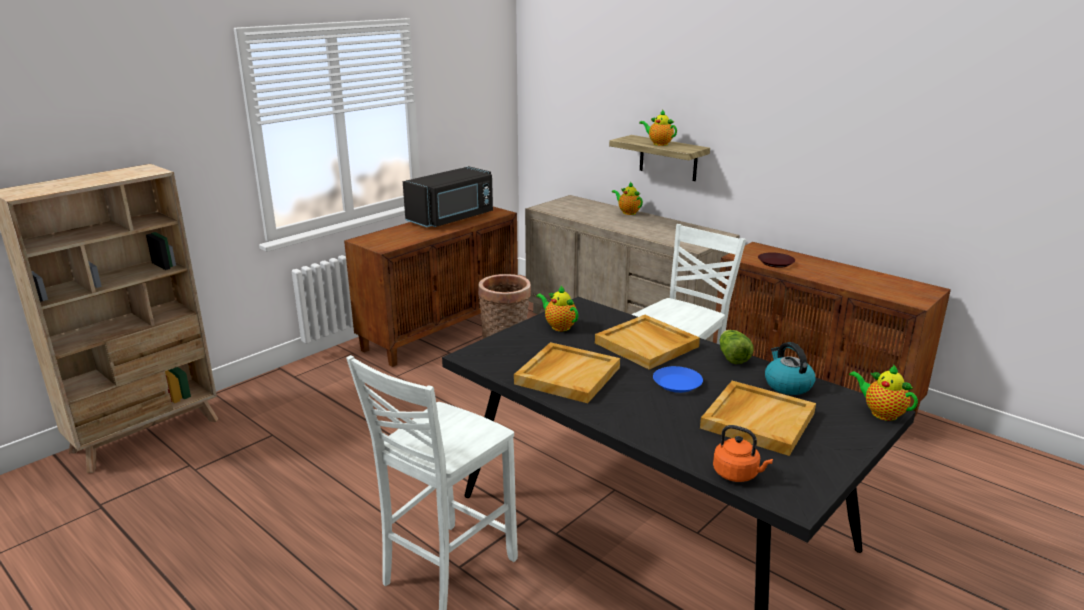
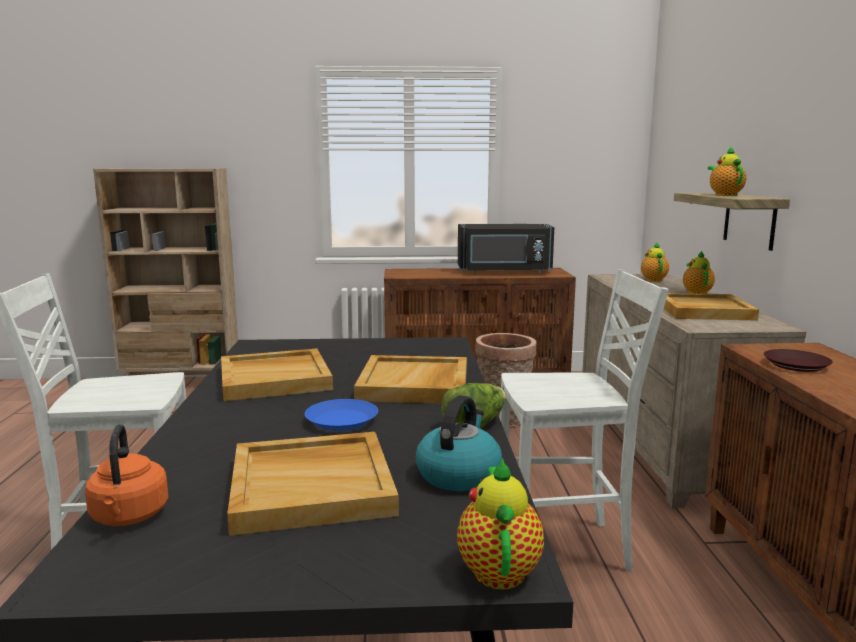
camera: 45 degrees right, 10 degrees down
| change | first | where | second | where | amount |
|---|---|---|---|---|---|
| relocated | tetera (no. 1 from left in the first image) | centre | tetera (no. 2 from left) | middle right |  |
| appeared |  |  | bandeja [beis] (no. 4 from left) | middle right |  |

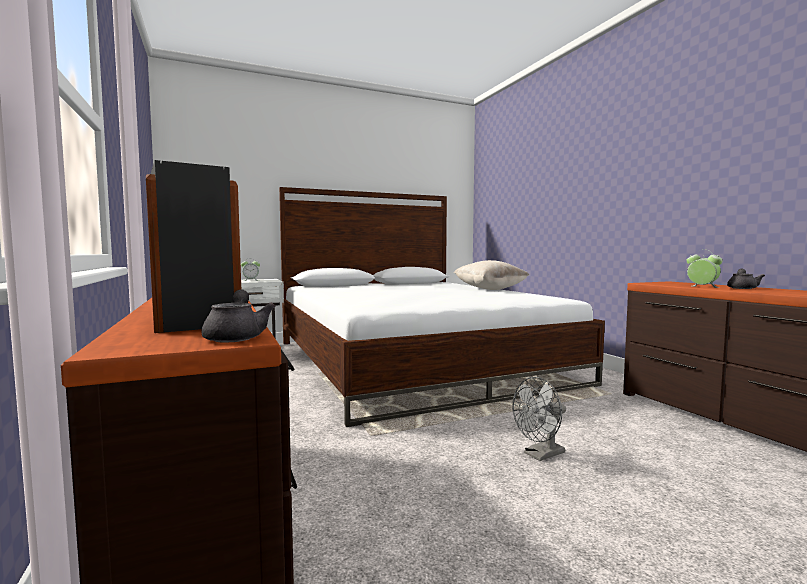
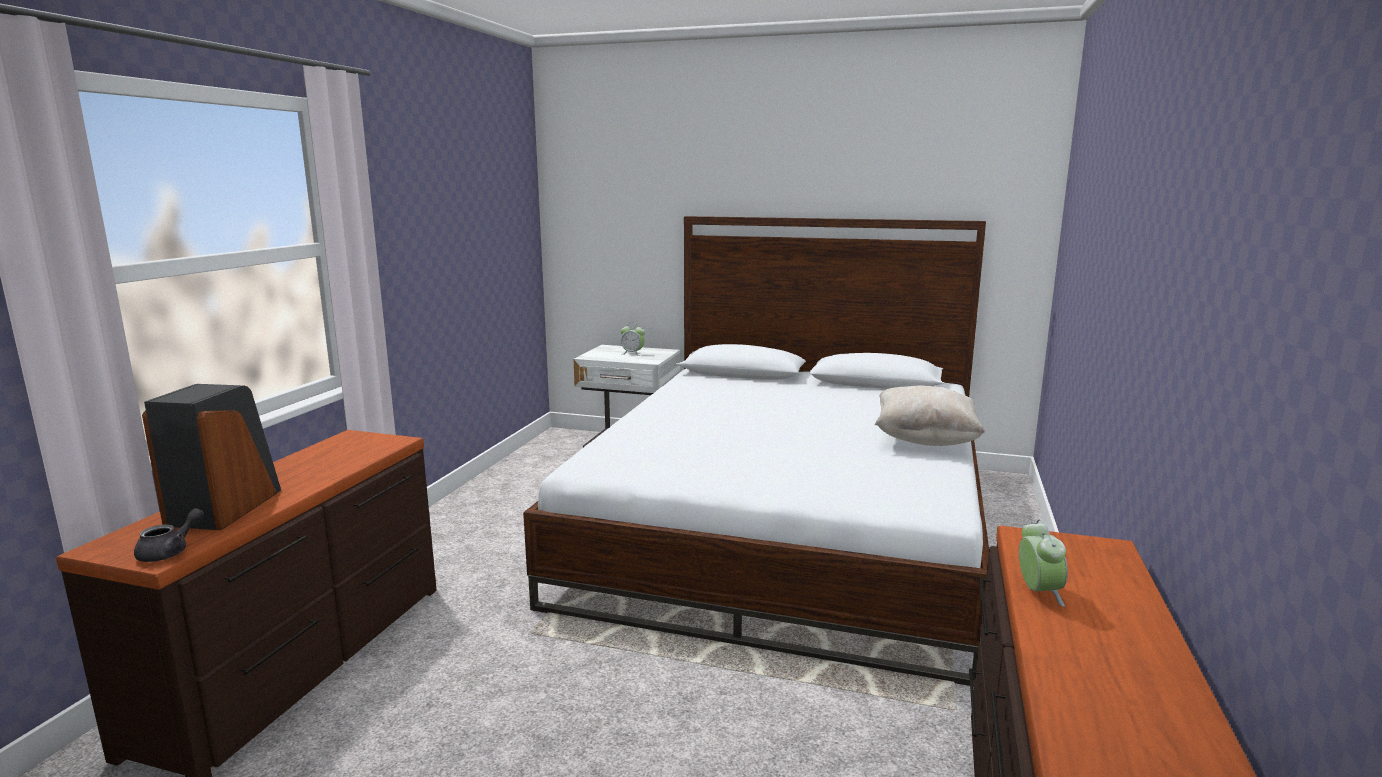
camera: 40 degrees right, 10 degrees up
| change | first | where | second | where | amount |
|---|---|---|---|---|---|
| missing | ventilador [gris] | bottom right |  |  |  |
| missing | tetera [gris] (no. 2 from left) | middle right |  |  |  |

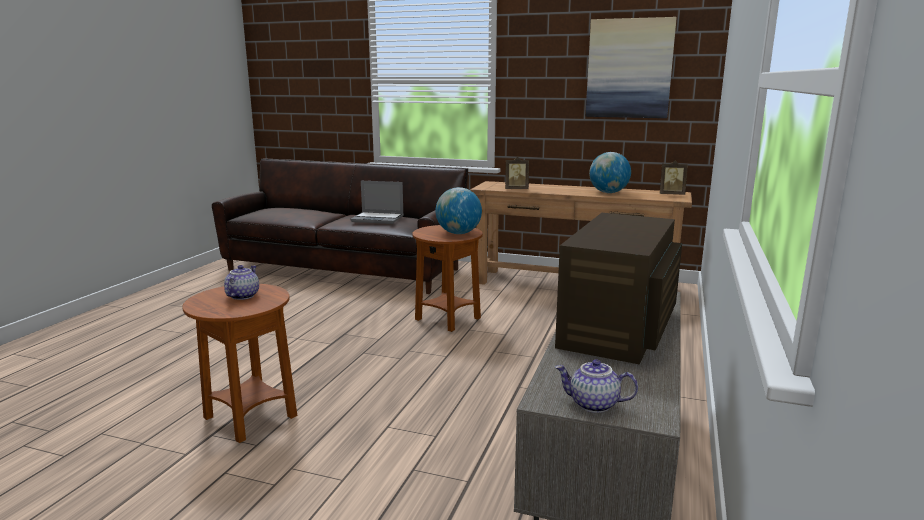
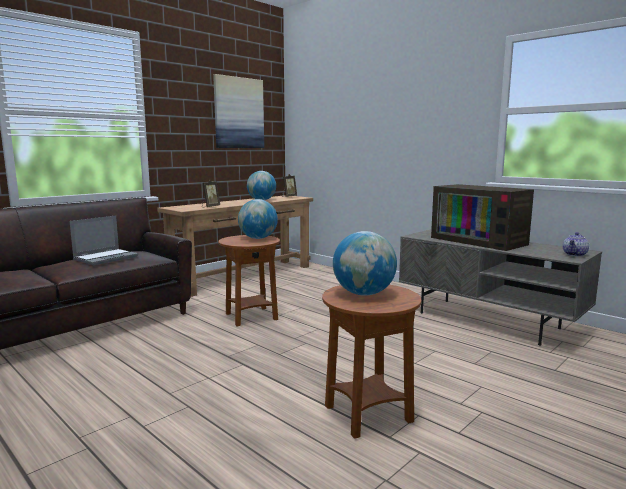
camera: 65 degrees left, 5 degrees down
| change | first | where | second | where | amount |
|---|---|---|---|---|---|
| exchanged | tetera (no. 1 from left) | middle left | globo terráqueo (no. 3 from left) | centre |  |

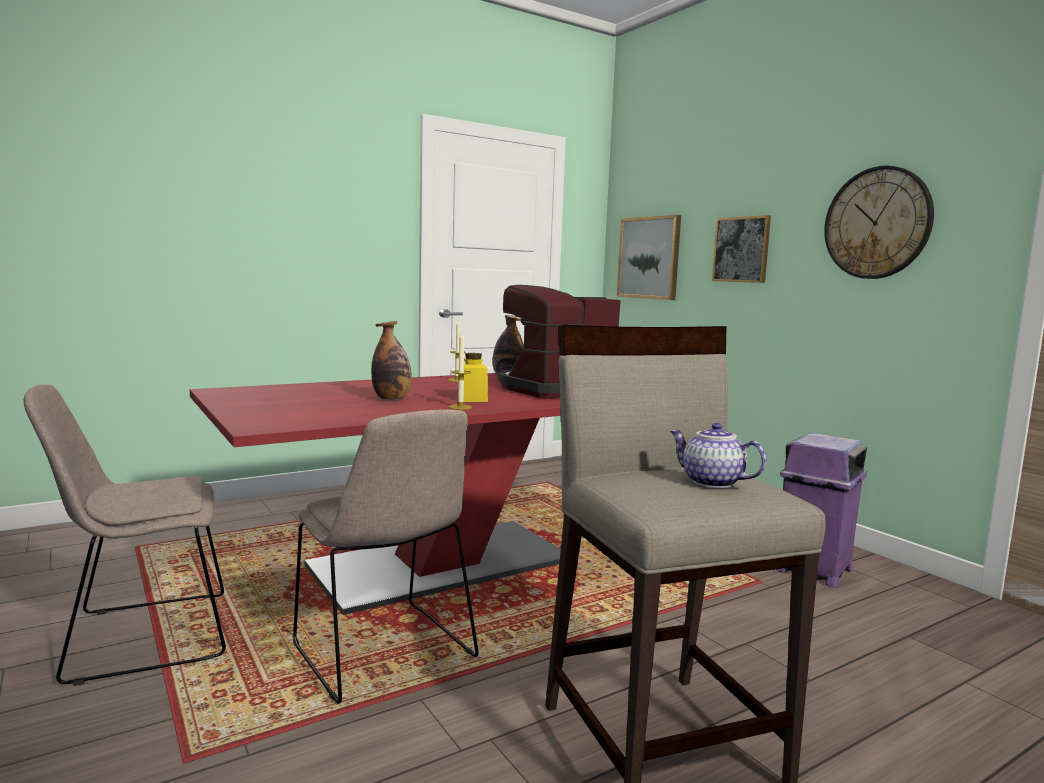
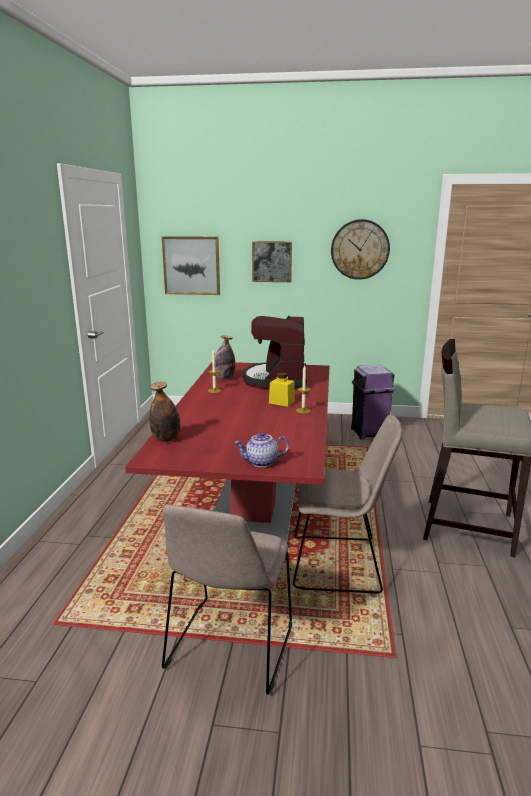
camera: 50 degrees left, 10 degrees up
| change | first | where | second | where | amount |
|---|---|---|---|---|---|
| relocated | botella (no. 1 from left) | centre |  | middle left |  |
| relocated | tetera | middle right |  | centre |  |

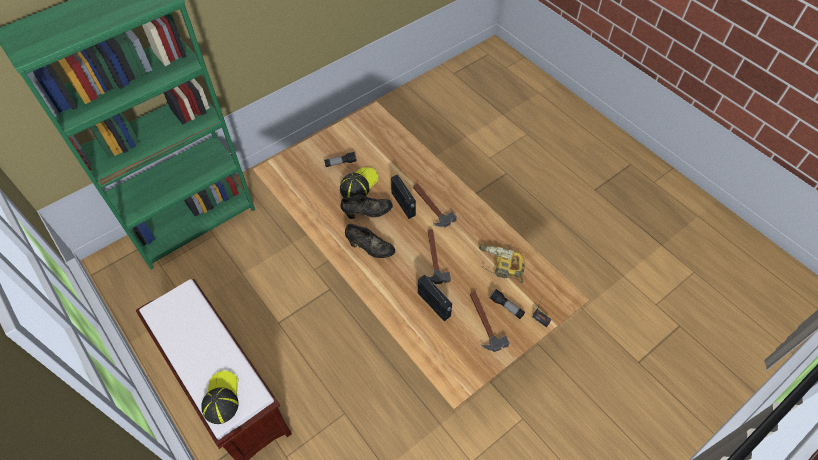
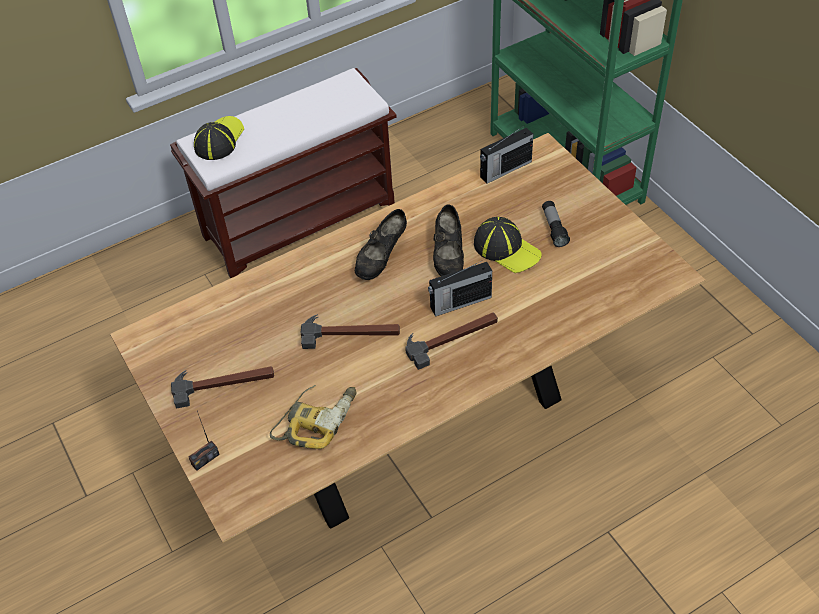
camera: 100 degrees right, 5 degrees down
| change | first | where | second | where | amount |
|---|---|---|---|---|---|
| spun | gorra (no. 1 from left) | bottom left |  | top left | 75 degrees counterclockwise |
| relocated | radio (no. 2 from left in the first image) | centre | radio (no. 3 from left) | top centre |  |
| missing | linterna (no. 2 from left) | centre |  |  |  |

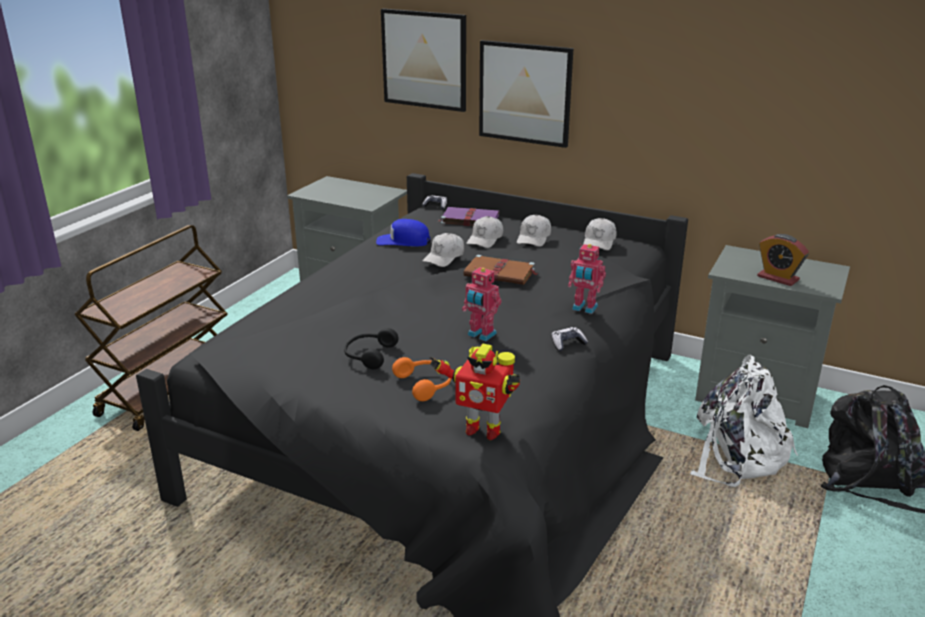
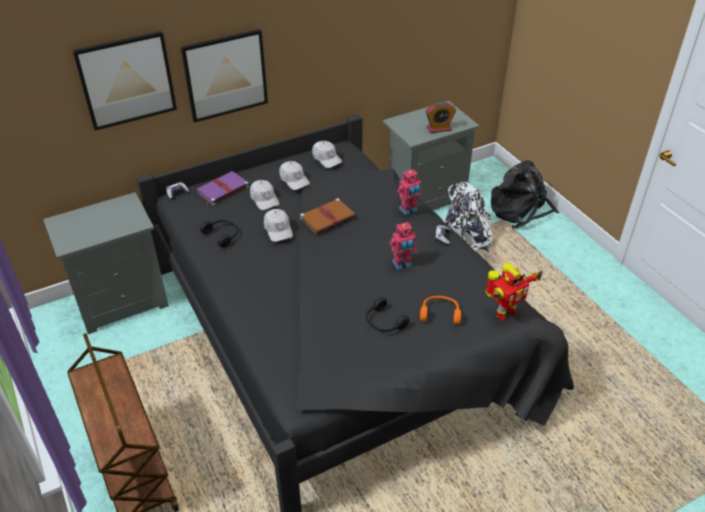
camera: 55 degrees left, 15 degrees up
| change | first | where | second | where | amount |
|---|---|---|---|---|---|
| exchanged | gorra [azul] | centre | auriculares [negro] (no. 1 from left) | middle left |  |

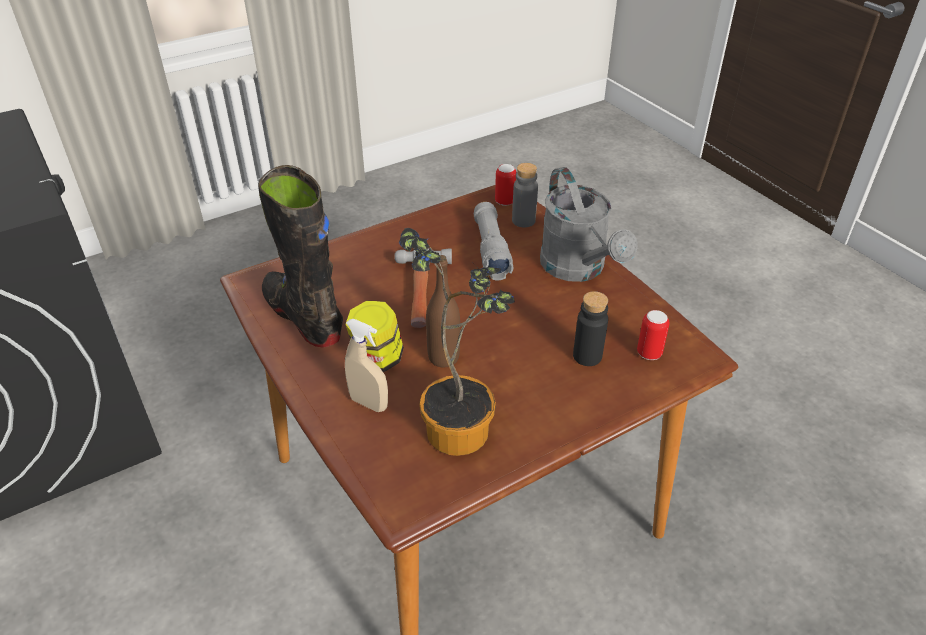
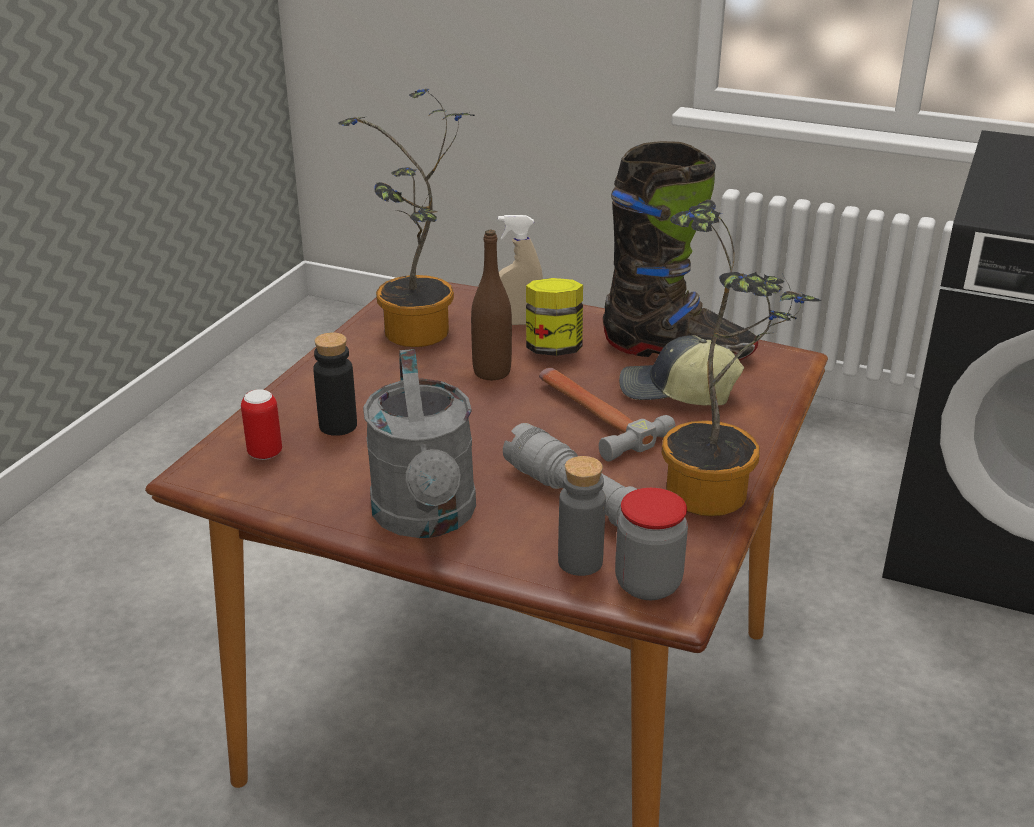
camera: 145 degrees right, 10 degrees down
| change | first | where | second | where | amount |
|---|---|---|---|---|---|
| exchanged | lata (no. 1 from left) | top centre | tarro (no. 2 from left) | centre |  |
| spun | regadera [gris] | centre |  | centre | 135 degrees counterclockwise |
| appeared |  |  | gorra | centre |  |
| appeared |  |  | planta en maceta (no. 2 from left) | middle right |  |

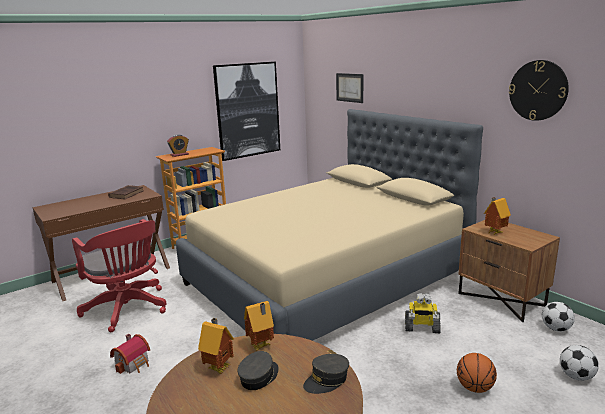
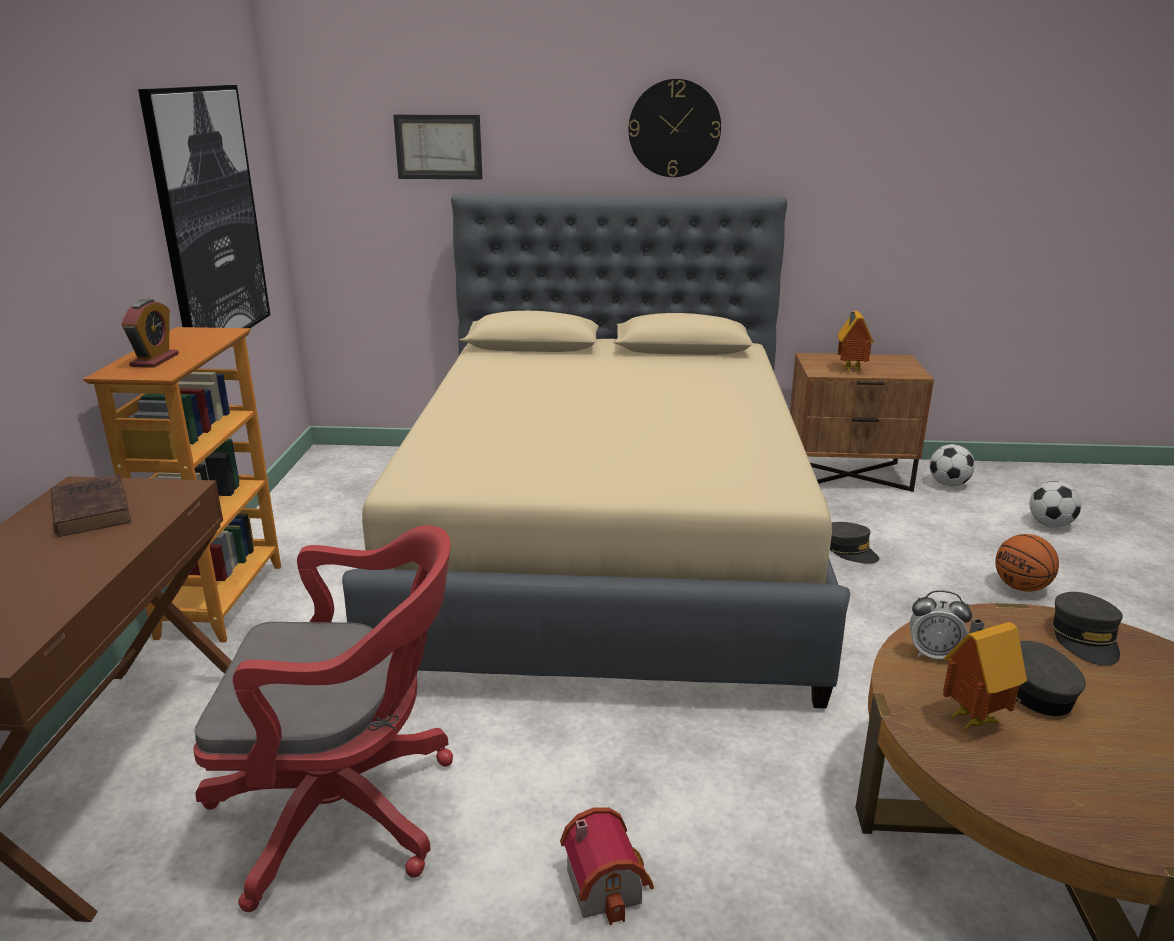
camera: 50 degrees left, 5 degrees up
| change | first | where | second | where | amount |
|---|---|---|---|---|---|
| exchanged | casita (no. 3 from left) | bottom centre | despertador (no. 2 from left) | middle right |  |
| exchanged | robot de juguete | bottom right | gorra [gris] (no. 1 from left) | middle right |  |
| relocated | reloj de pared | top right |  | top centre |  |

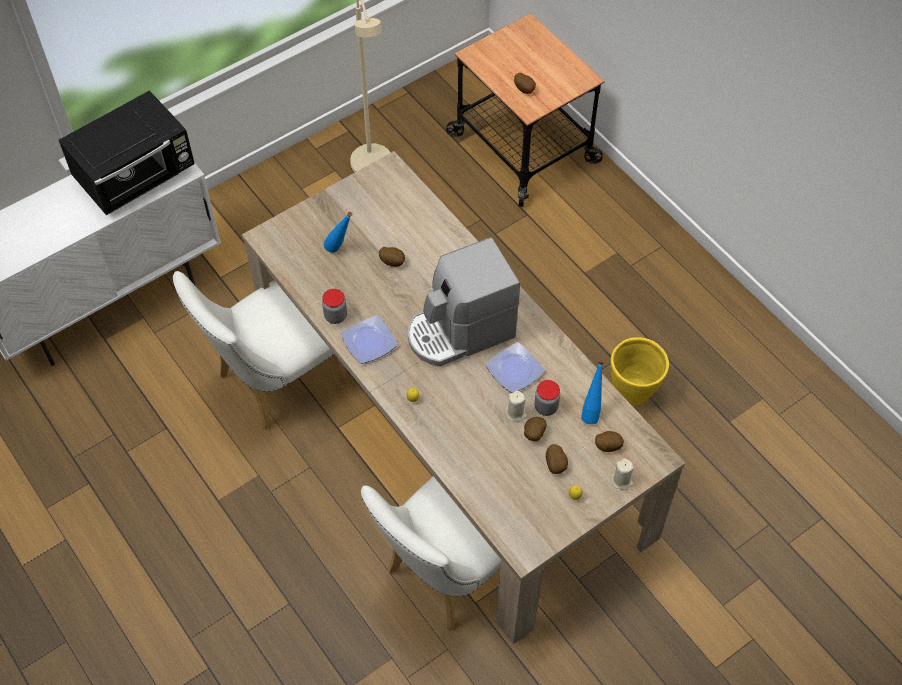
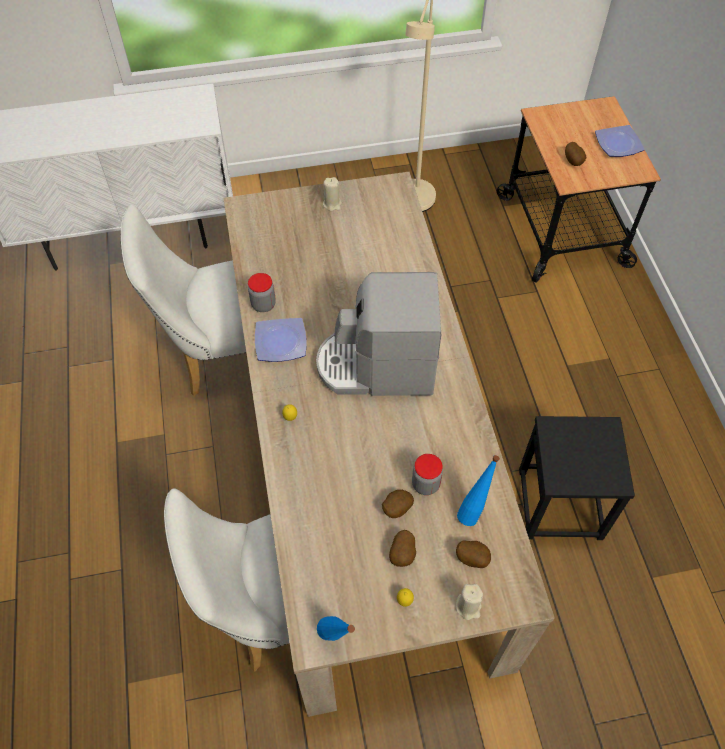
camera: 25 degrees right, 0 degrees up
| change | first | where | second | where | amount |
|---|---|---|---|---|---|
| missing | microondas [negro] | top left |  |  |  |
| relocated | botella [azul] (no. 1 from left) | centre |  | bottom centre |  |
| missing | patata (no. 1 from left) | centre |  |  |  |
| relocated | plato (no. 2 from left) | centre |  | top right |  |
| relocated | vela [beis] (no. 1 from left) | centre |  | top centre |  |
| exchanged | maceta [amarillo] | middle right | taburete [negro] | middle right |  |

